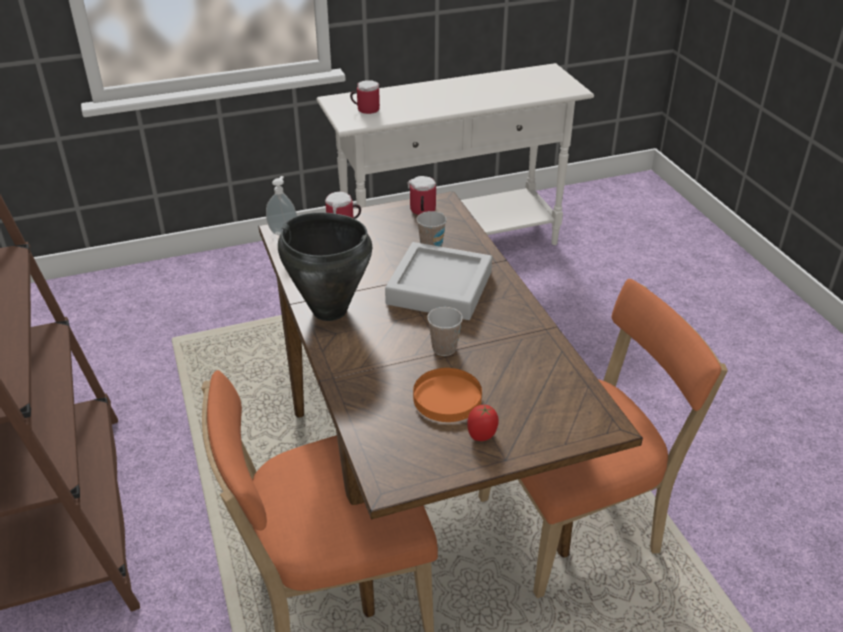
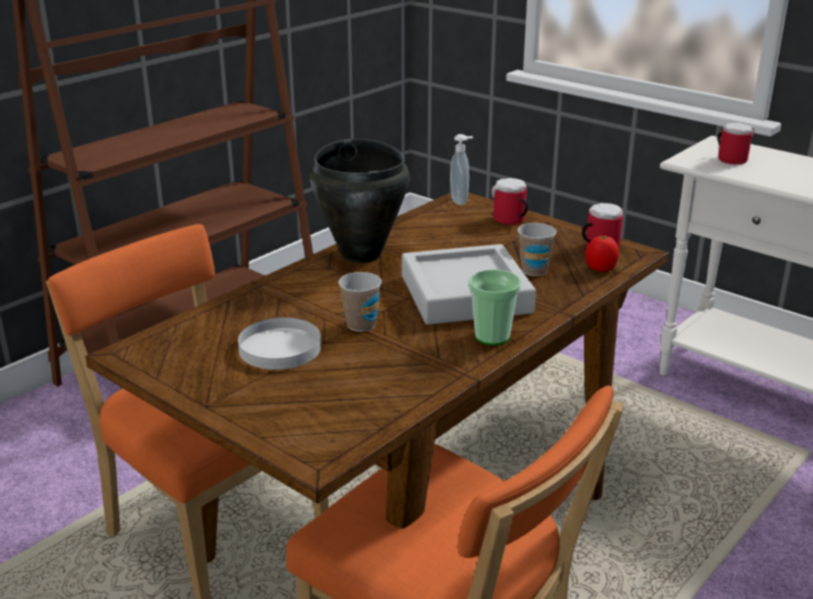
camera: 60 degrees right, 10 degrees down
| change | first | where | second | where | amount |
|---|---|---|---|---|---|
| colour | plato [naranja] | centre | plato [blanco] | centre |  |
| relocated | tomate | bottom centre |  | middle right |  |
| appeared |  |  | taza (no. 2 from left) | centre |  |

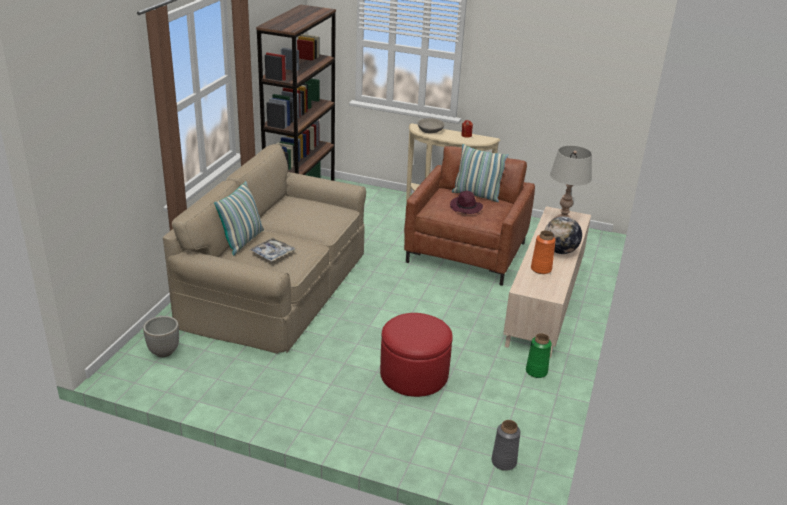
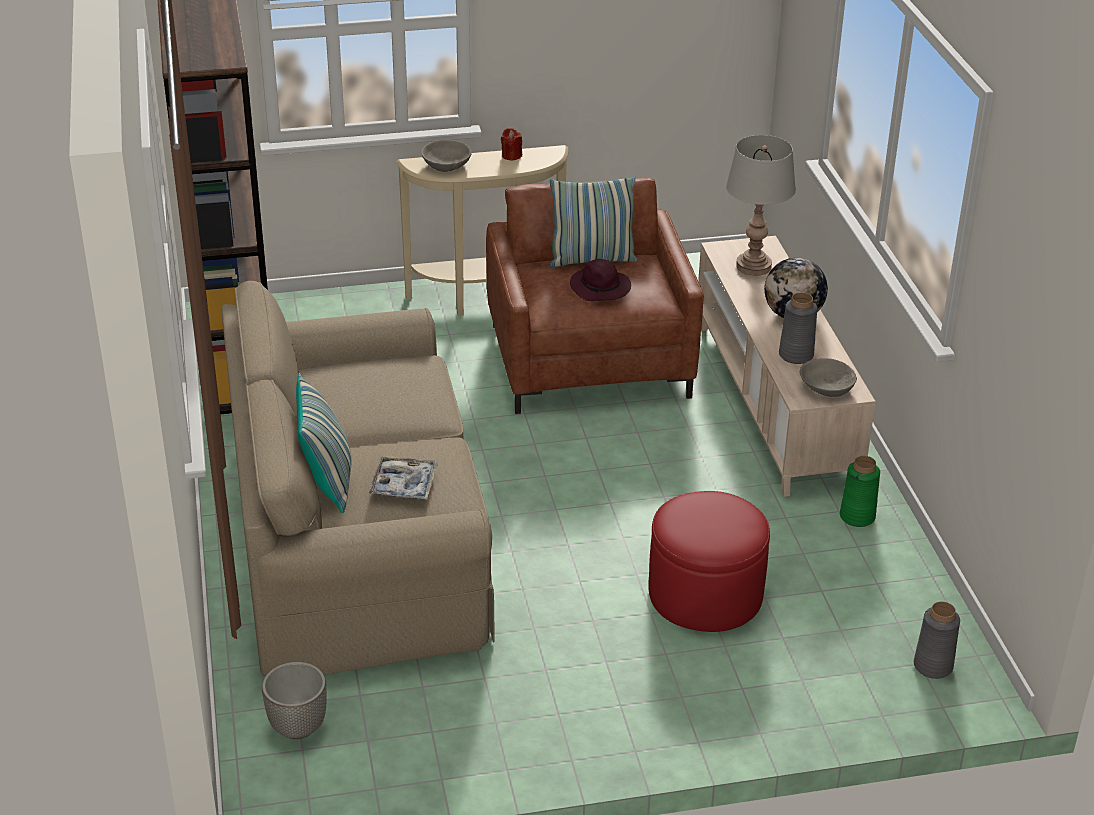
camera: 30 degrees left, 5 degrees up
| change | first | where | second | where | amount |
|---|---|---|---|---|---|
| colour | florero [naranja] | middle right | florero [gris] (no. 1 from left) | middle right |  |
| appeared |  |  | cuenco [gris] (no. 2 from left) | middle right |  |

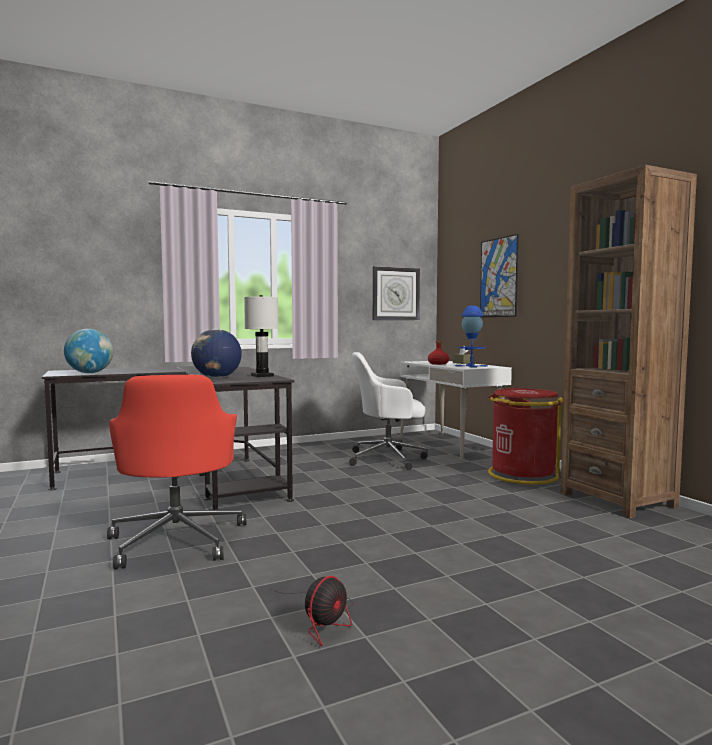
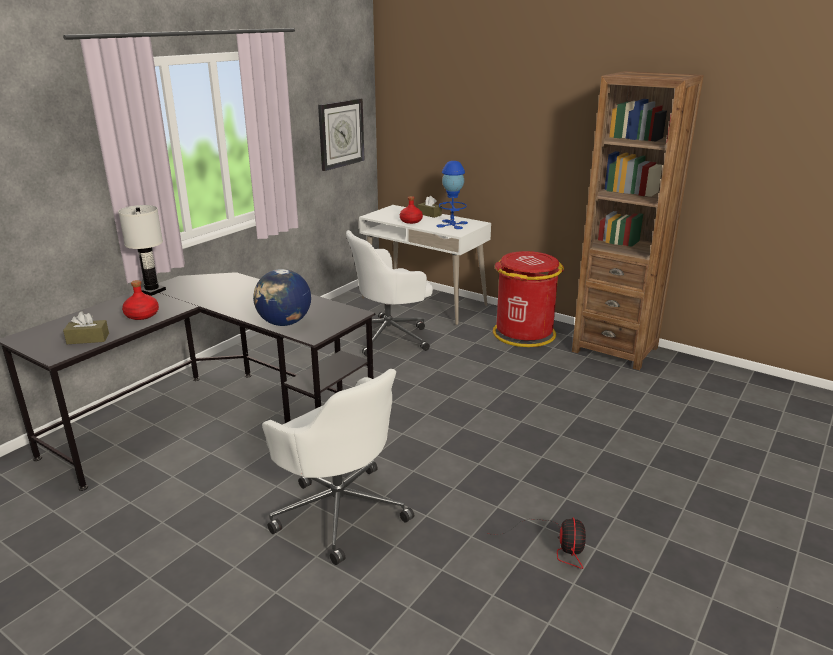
camera: 30 degrees left, 20 degrees up
| change | first | where | second | where | amount |
|---|---|---|---|---|---|
| exchanged | globo terráqueo (no. 1 from left) | middle left | caja de pañuelos [marrón] (no. 1 from left) | middle left |  |
| colour | silla de oficina [rojo] | middle left | silla de oficina [blanco] (no. 1 from left) | bottom centre |  |
| relocated | lámpara de mesa [blanco] | centre |  | middle left |  |
| missing | cuadro | middle right |  |  |  |
| appeared |  |  | botella [rojo] (no. 1 from left) | middle left |  |

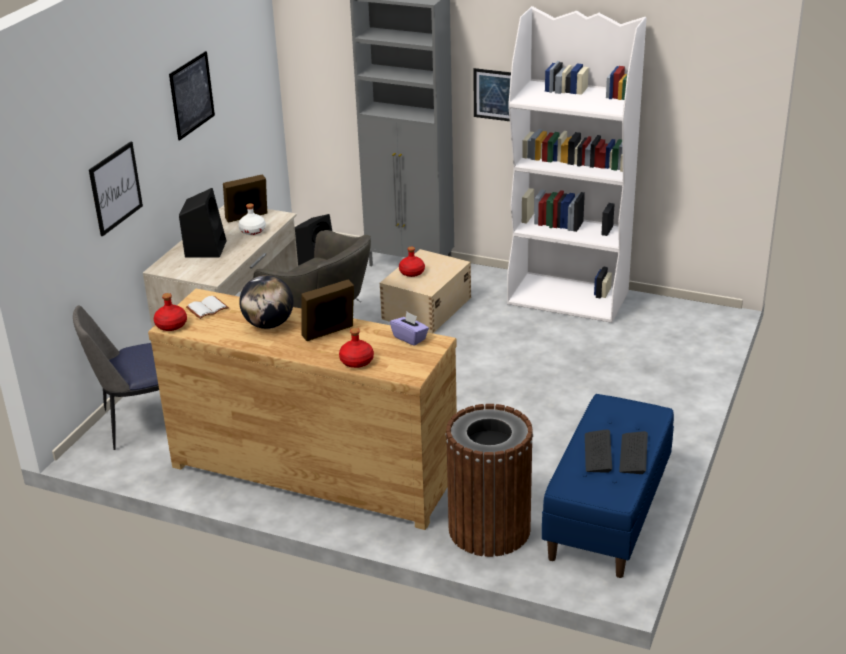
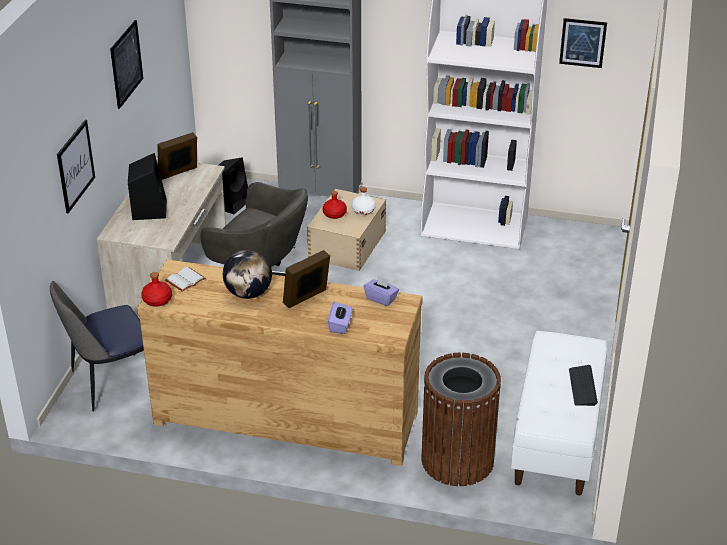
camera: 10 degrees left, 5 degrees up
| change | first | where | second | where | amount |
|---|---|---|---|---|---|
| relocated | botella [blanco] | middle left |  | centre |  |
| exchanged | botella [rojo] (no. 2 from left) | centre | caja de pañuelos [morado] (no. 1 from left) | centre |  |
| relocated | cuadro (no. 3 from left) | top centre |  | top right |  |
| colour | banco [azul] | bottom right | banco [blanco] | bottom right |  |
| missing | teclado (no. 1 from left) | bottom right |  |  |  |

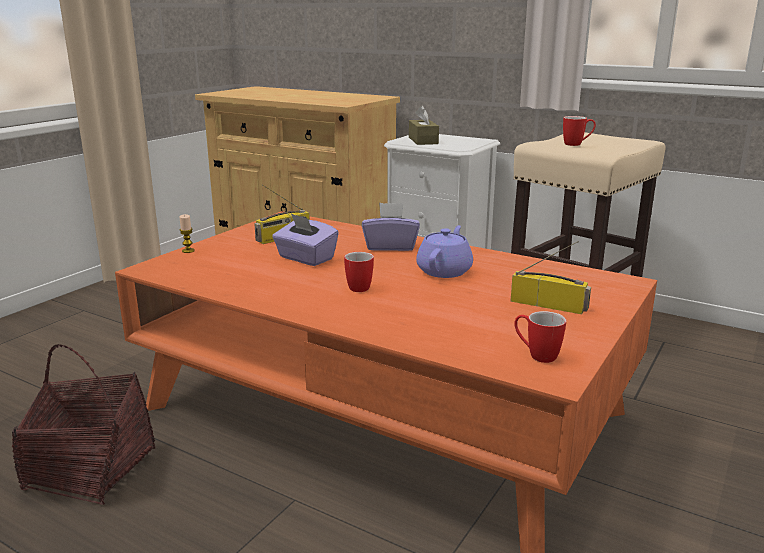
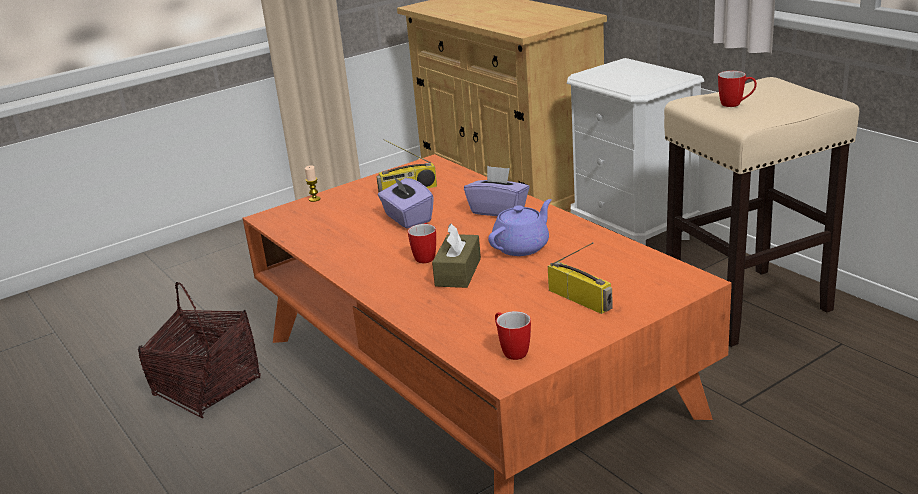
camera: 25 degrees right, 5 degrees up
| change | first | where | second | where | amount |
|---|---|---|---|---|---|
| relocated | caja de pañuelos [marrón] | top centre |  | centre |  |

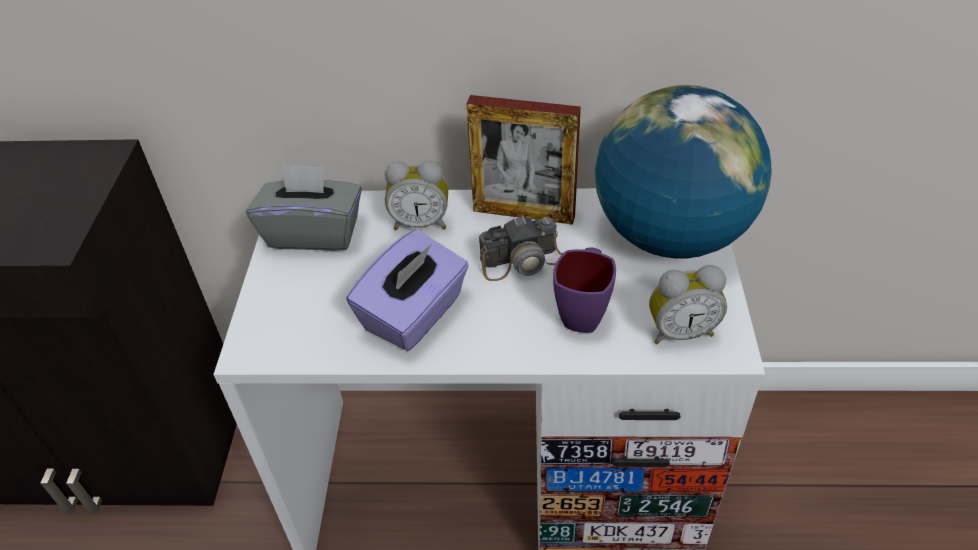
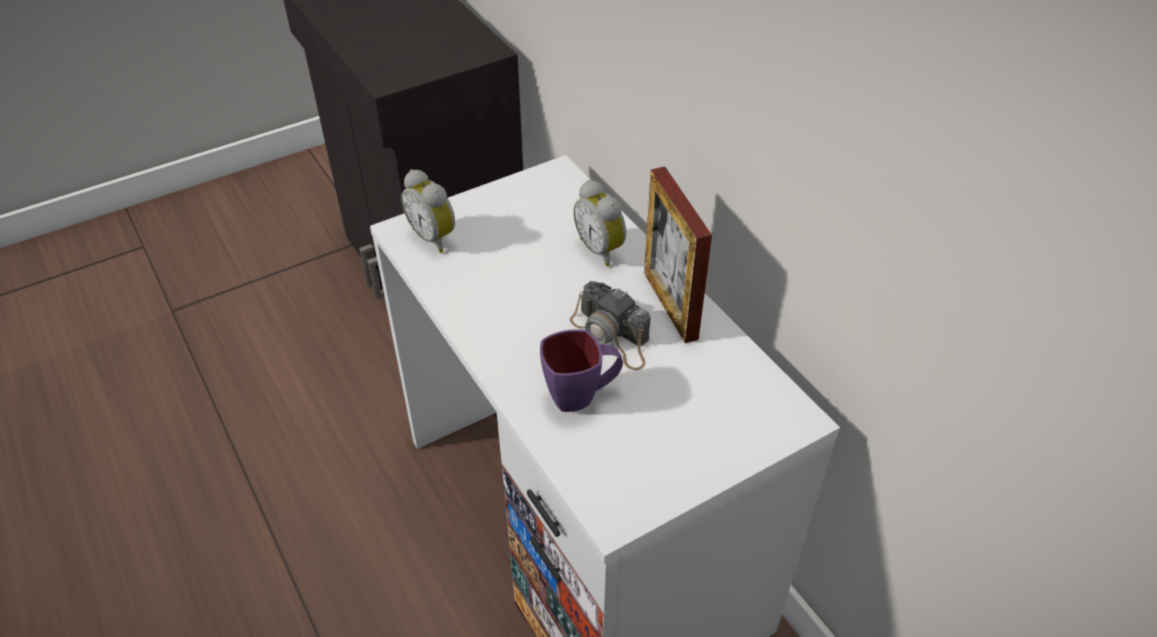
camera: 55 degrees right, 0 degrees up
| change | first | where | second | where | amount |
|---|---|---|---|---|---|
| missing | caja de pañuelos [gris] | middle left |  |  |  |
| missing | caja de pañuelos [morado] | centre |  |  |  |
| missing | globo terráqueo | top right |  |  |  |
| relocated | despertador (no. 2 from left in the first image) | middle right | despertador (no. 1 from left) | top centre |  |

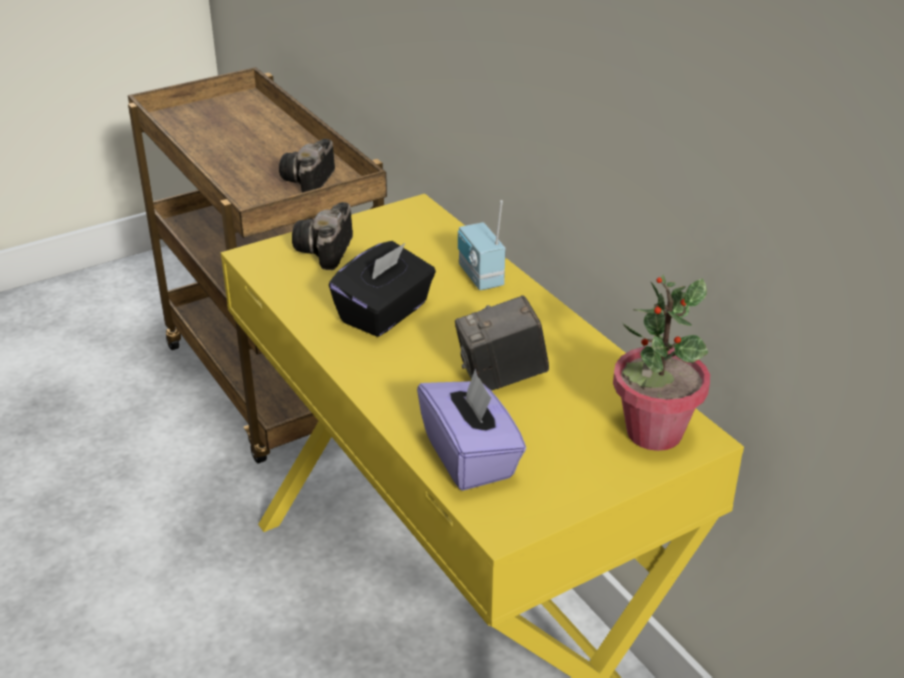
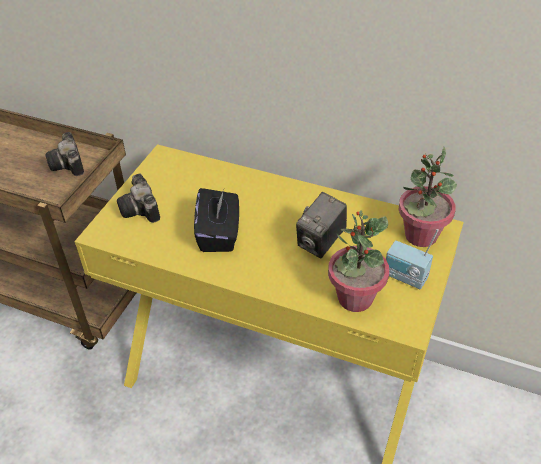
camera: 35 degrees left, 10 degrees up
| change | first | where | second | where | amount |
|---|---|---|---|---|---|
| exchanged | caja de pañuelos [morado] | centre | planta en maceta (no. 1 from left) | centre |  |
| relocated | radio | centre |  | middle right |  |

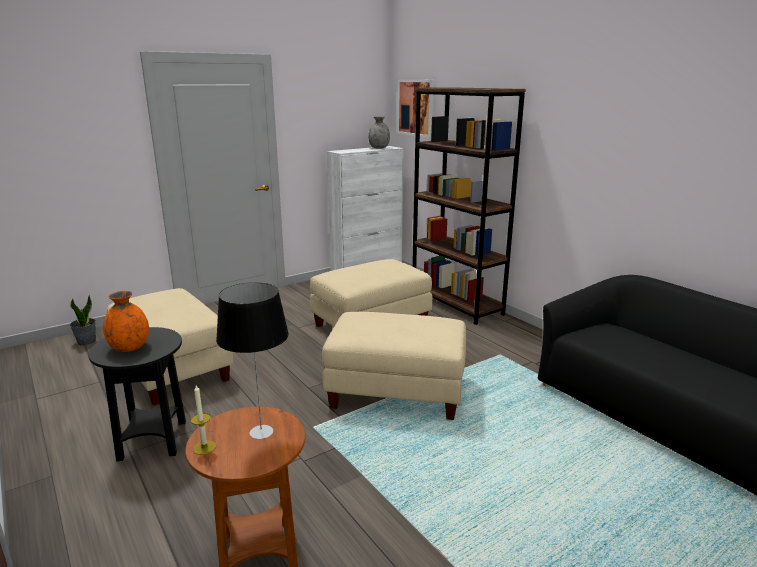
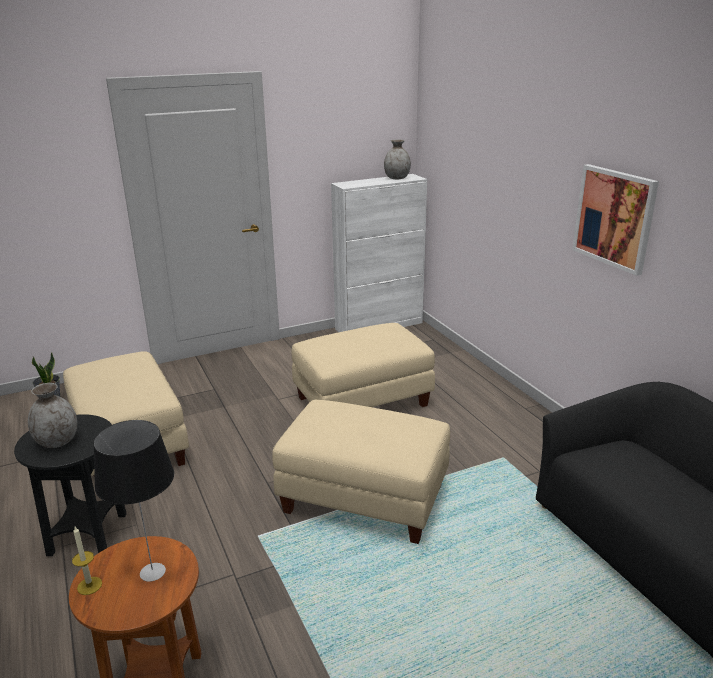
camera: 10 degrees right, 5 degrees up
| change | first | where | second | where | amount |
|---|---|---|---|---|---|
| colour | florero [naranja] | middle left | florero [gris] (no. 1 from left) | middle left |  |
| relocated | cuadro | top centre |  | top right |  |
| missing | estantería [marrón] | centre |  |  |  |

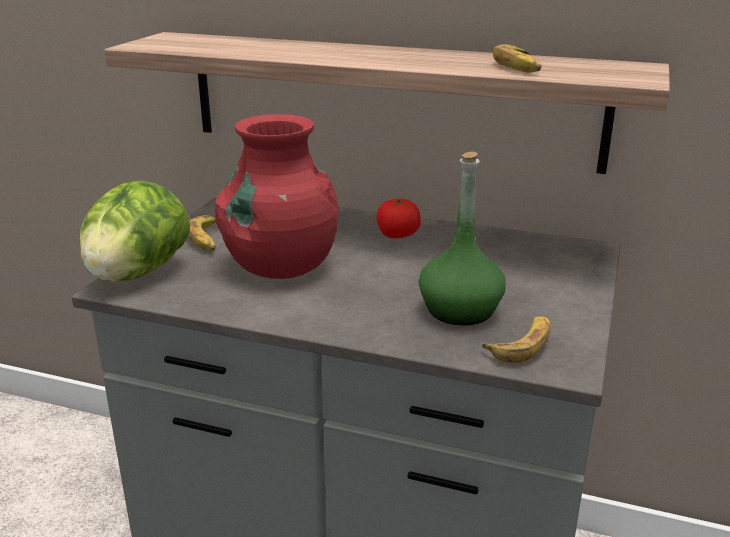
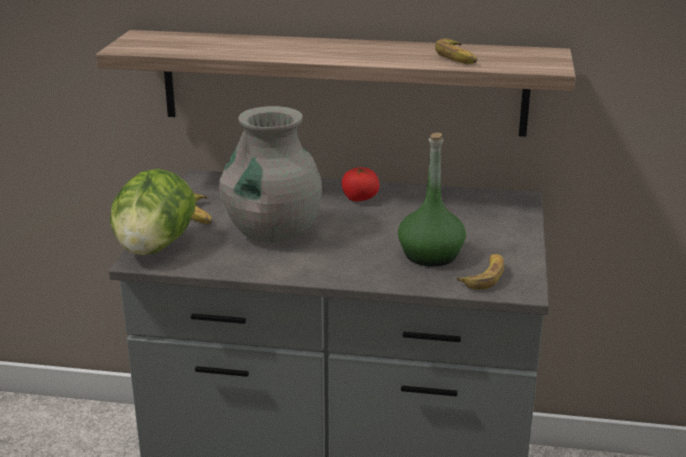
camera: 10 degrees left, 0 degrees up
| change | first | where | second | where | amount |
|---|---|---|---|---|---|
| colour | florero [rojo] | centre | florero [gris] | centre |  |

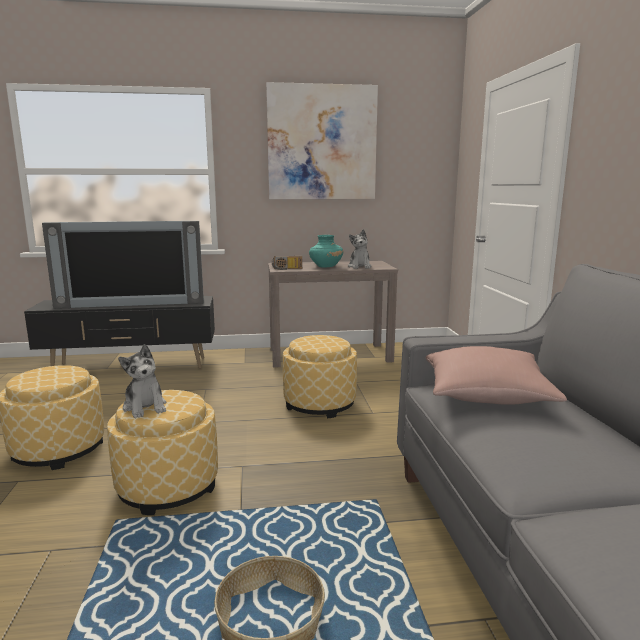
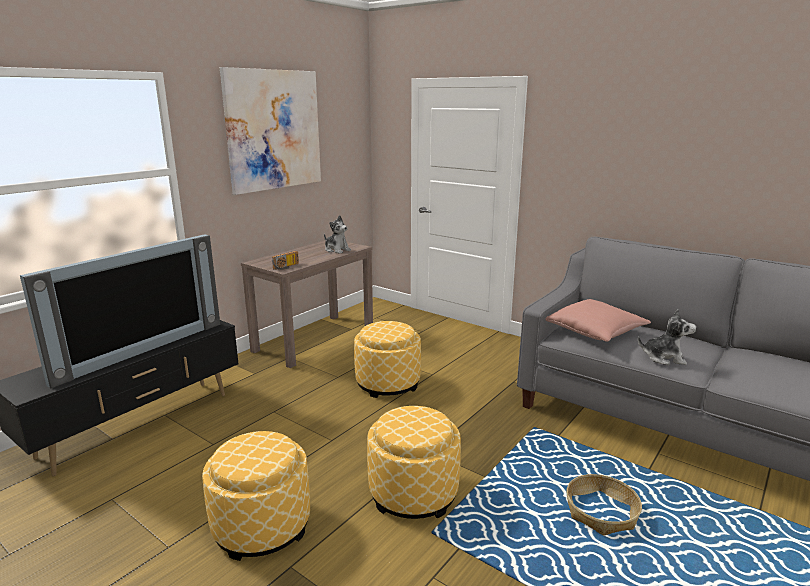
camera: 45 degrees left, 5 degrees up
| change | first | where | second | where | amount |
|---|---|---|---|---|---|
| relocated | peluche (no. 1 from left in the first image) | middle left | peluche (no. 2 from left) | middle right |  |
| missing | florero [turquesa] | centre |  |  |  |

